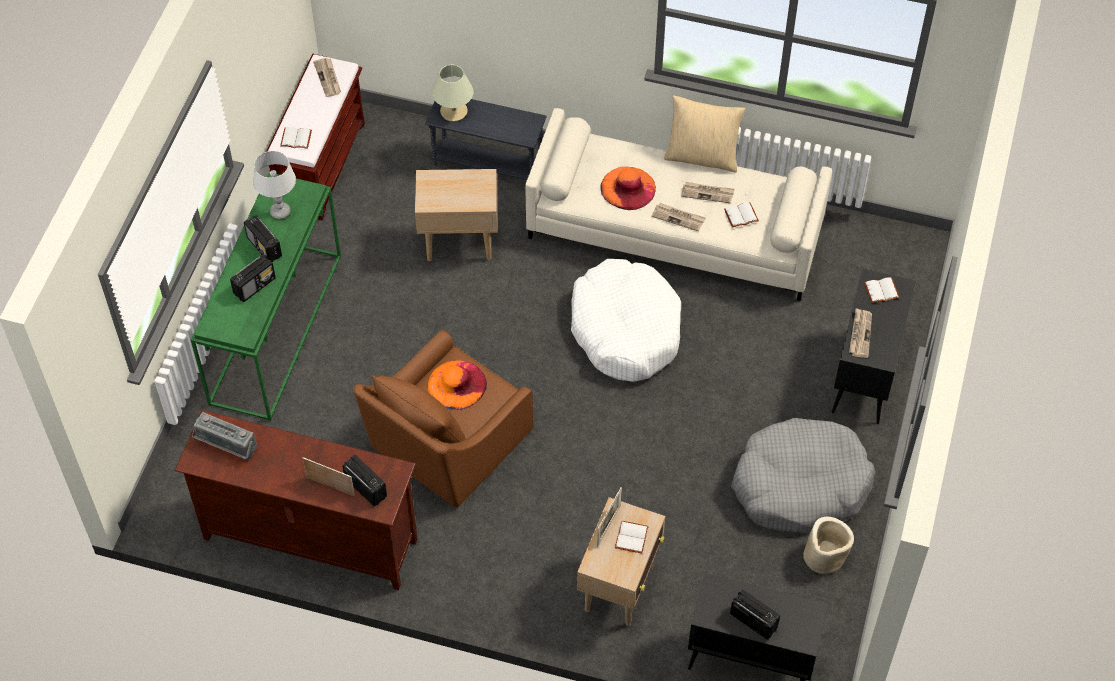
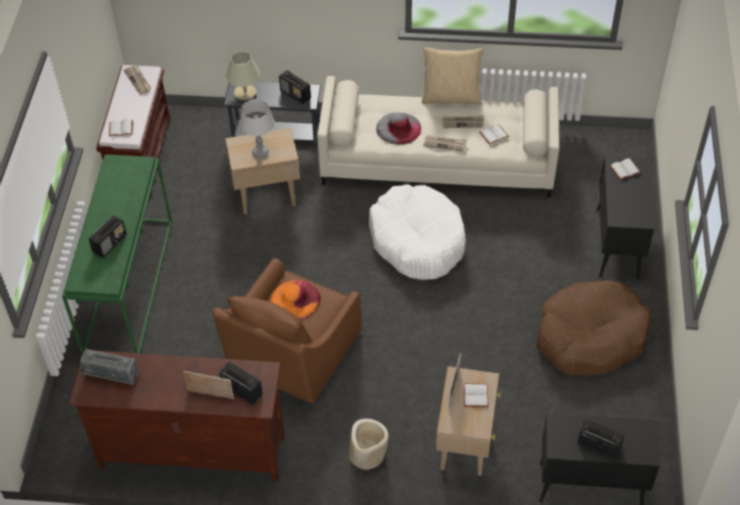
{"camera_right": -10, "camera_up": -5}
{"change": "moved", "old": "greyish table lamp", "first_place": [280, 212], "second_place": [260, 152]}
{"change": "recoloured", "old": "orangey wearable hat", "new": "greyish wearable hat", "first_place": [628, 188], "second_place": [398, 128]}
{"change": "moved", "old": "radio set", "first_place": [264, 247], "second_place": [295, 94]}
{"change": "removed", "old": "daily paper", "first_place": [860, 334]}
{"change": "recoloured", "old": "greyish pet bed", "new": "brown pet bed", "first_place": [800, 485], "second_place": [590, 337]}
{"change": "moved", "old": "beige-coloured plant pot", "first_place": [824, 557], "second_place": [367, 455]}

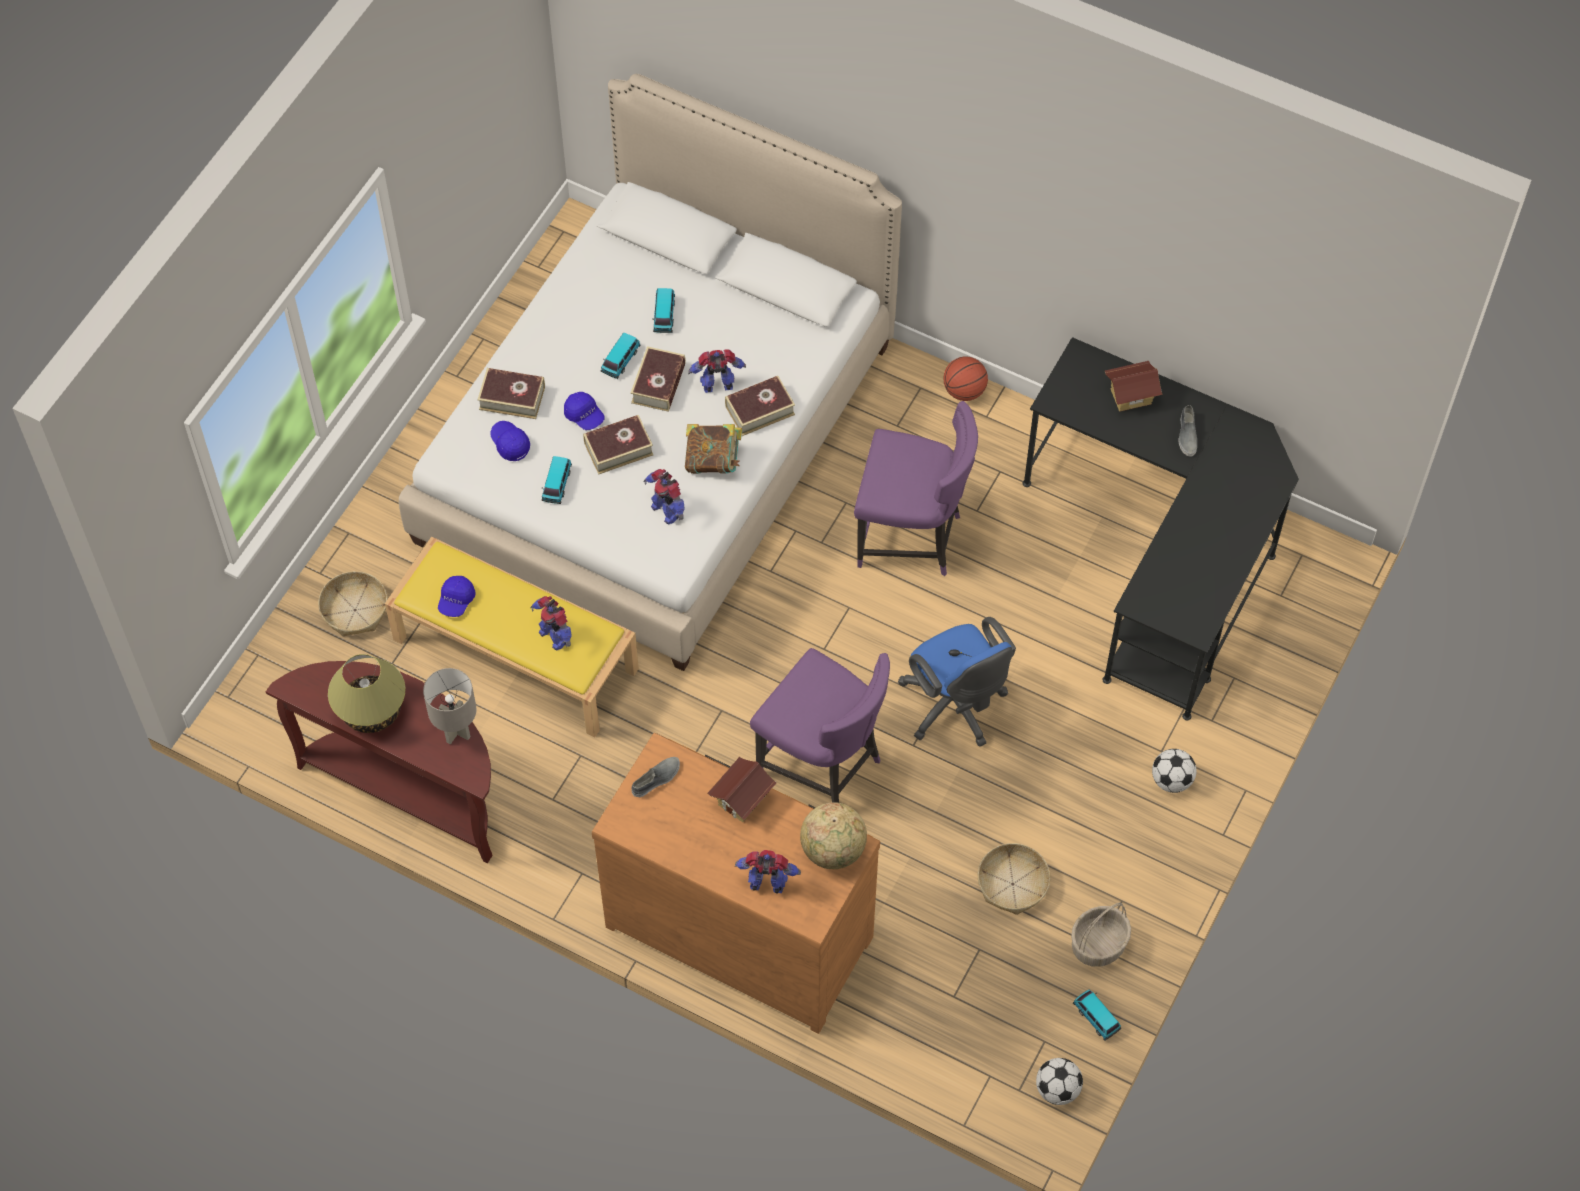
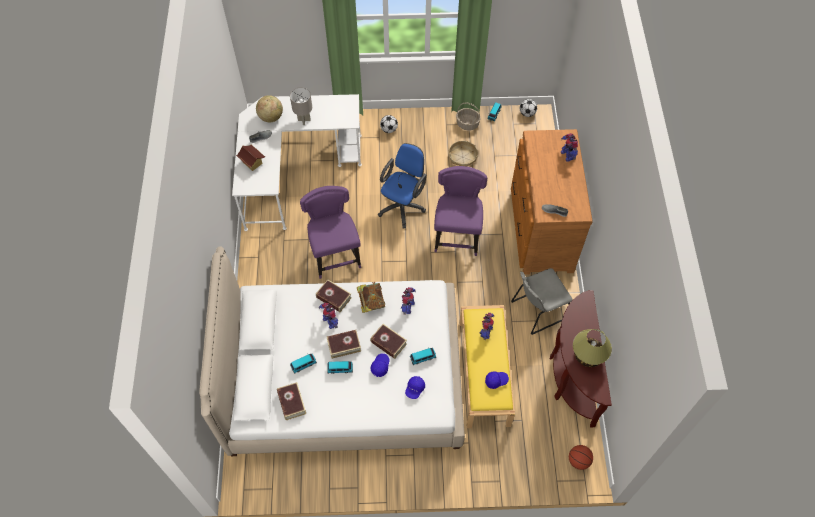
{"camera_right": -120, "camera_up": 0}
{"change": "recoloured", "old": "black desk table", "new": "whitish desk table", "first_place": [1162, 554], "second_place": [292, 170]}
{"change": "moved", "old": "basketball", "first_place": [964, 391], "second_place": [578, 460]}
{"change": "moved", "old": "volume", "first_place": [512, 398], "second_place": [291, 403]}
{"change": "removed", "old": "basket", "first_place": [355, 610]}
{"change": "moved", "old": "greyish table lamp", "first_place": [456, 731], "second_place": [304, 120]}
{"change": "removed", "old": "model house", "first_place": [742, 800]}
{"change": "moved", "old": "globe", "first_place": [833, 850], "second_place": [271, 117]}
{"change": "added", "new": "greyish plain chair", "second_place": [538, 310]}

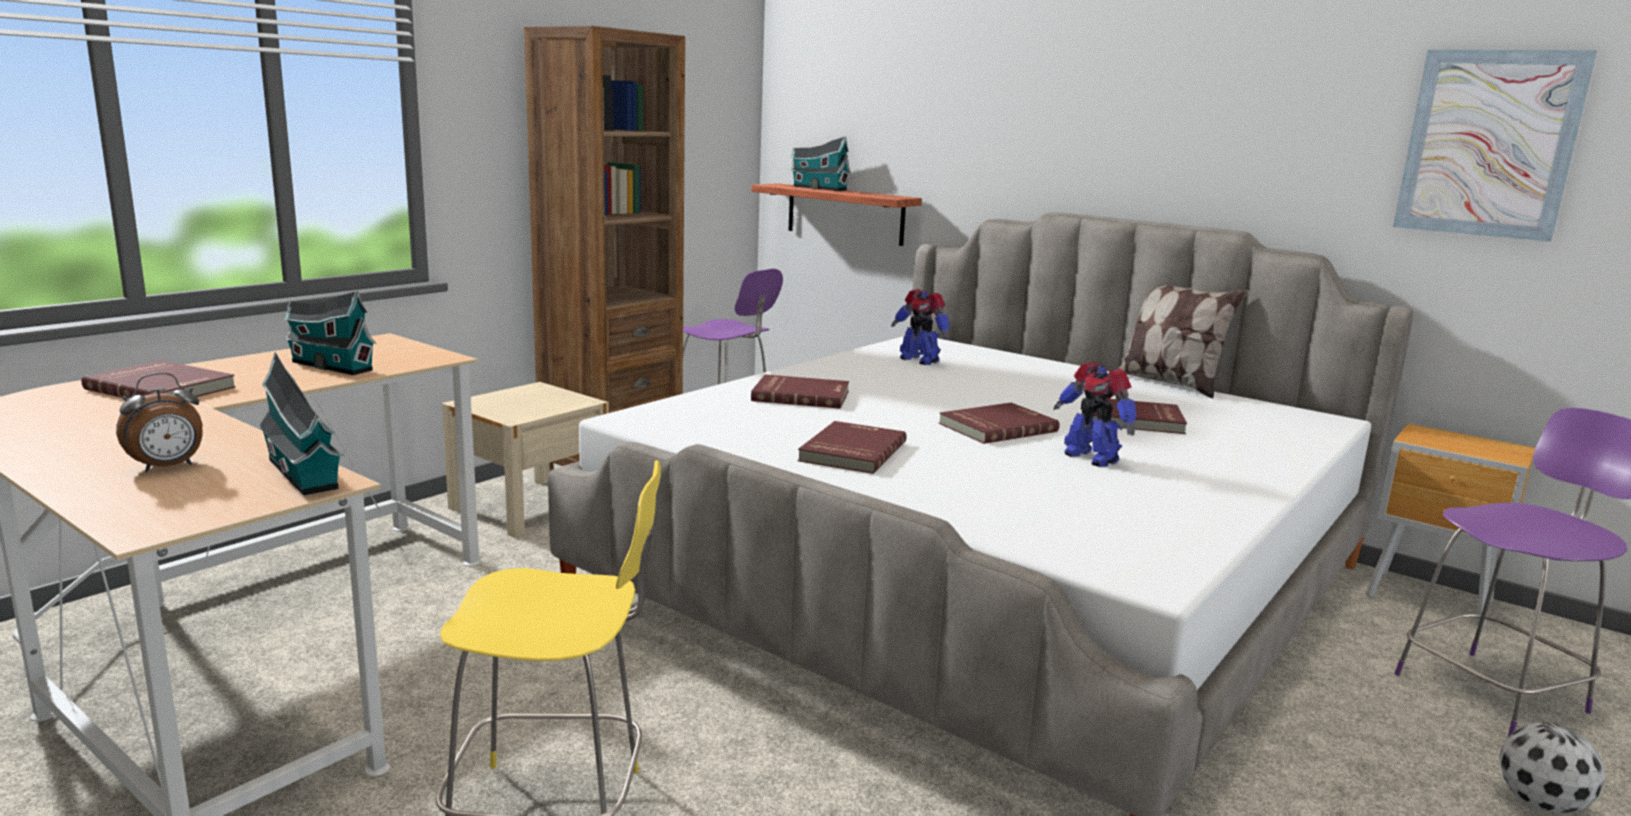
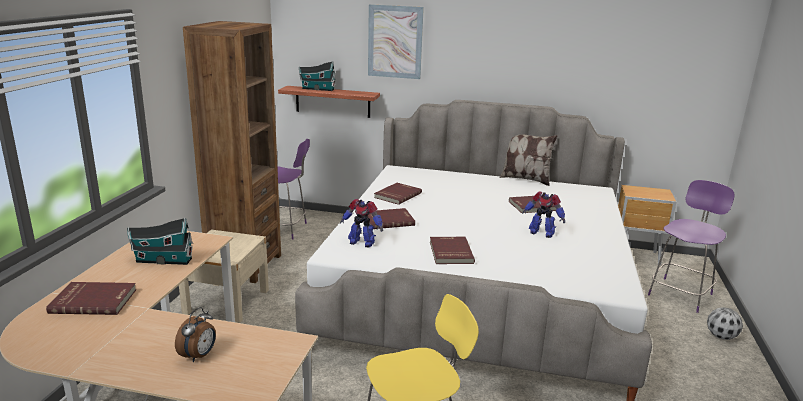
{"camera_right": -25, "camera_up": 5}
{"change": "moved", "old": "wall art", "first_place": [1489, 144], "second_place": [395, 42]}
{"change": "moved", "old": "toy robot", "first_place": [919, 360], "second_place": [362, 242]}
{"change": "removed", "old": "model house", "first_place": [304, 475]}
{"change": "moved", "old": "red-coloured volume", "first_place": [996, 427], "second_place": [397, 195]}

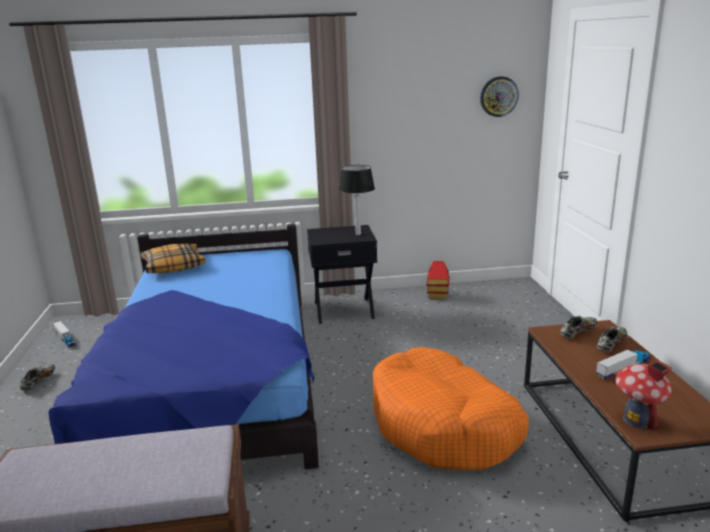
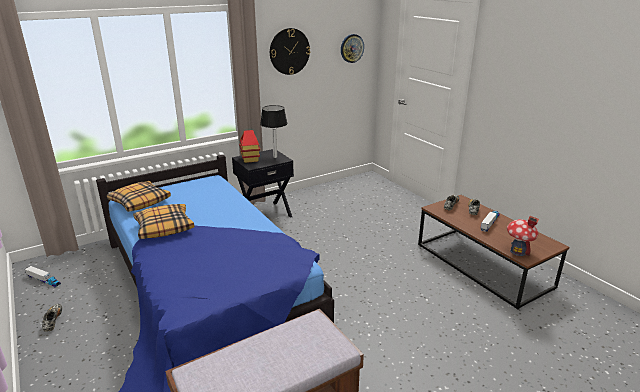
{"camera_right": -25, "camera_up": 5}
{"change": "moved", "old": "model house", "first_place": [437, 295], "second_place": [250, 159]}
{"change": "removed", "old": "orangey pet bed", "first_place": [444, 425]}
{"change": "added", "new": "hanging clock", "second_place": [289, 51]}
{"change": "added", "new": "throw pillow", "second_place": [164, 227]}

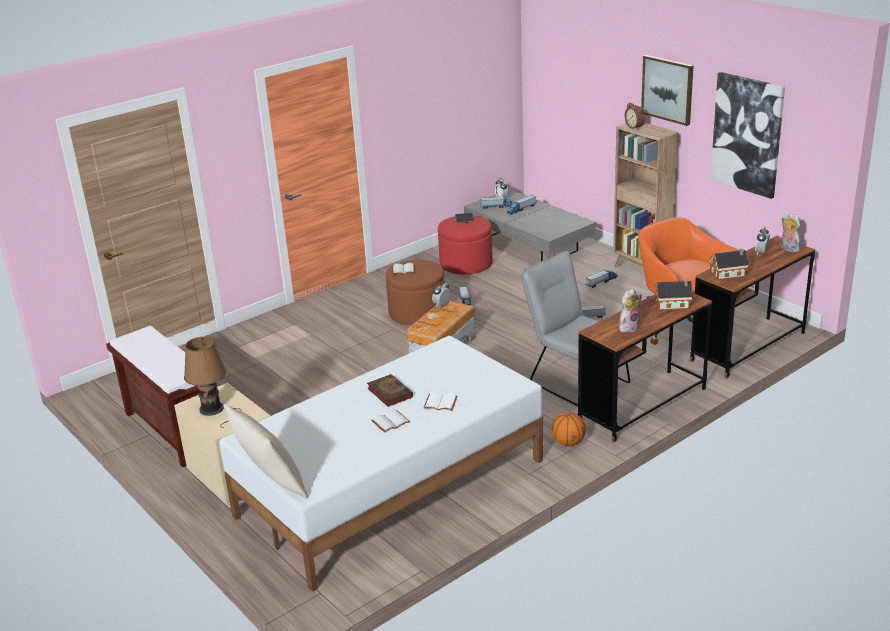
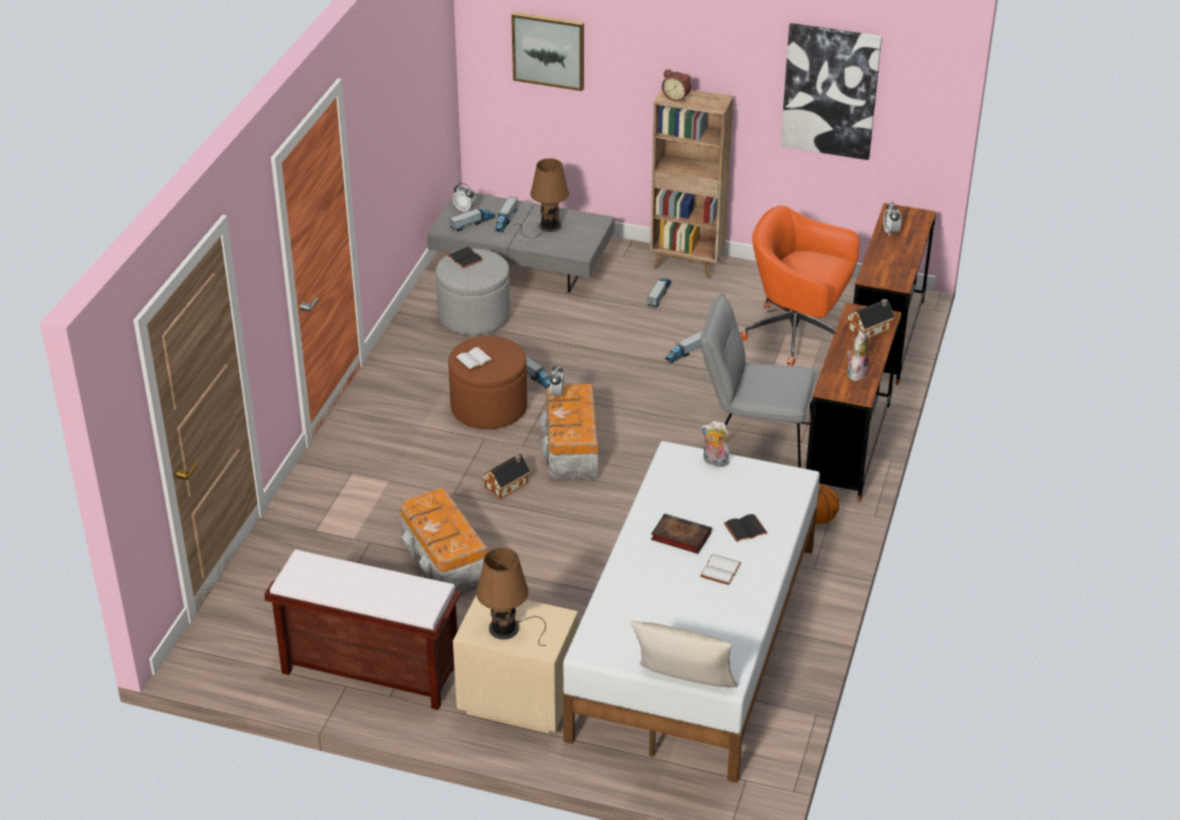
{"camera_right": -35, "camera_up": 10}
{"change": "moved", "old": "wall art", "first_place": [668, 89], "second_place": [548, 50]}
{"change": "moved", "old": "plush toy", "first_place": [788, 249], "second_place": [714, 462]}
{"change": "recoloured", "old": "red-coloured footrest", "new": "greyish footrest", "first_place": [466, 264], "second_place": [474, 316]}
{"change": "moved", "old": "model house", "first_place": [729, 274], "second_place": [508, 484]}
{"change": "recoloured", "old": "whitish volume", "new": "black volume", "first_place": [441, 402], "second_place": [745, 528]}
{"change": "added", "new": "brown table lamp", "second_place": [547, 226]}
{"change": "added", "new": "storage container", "second_place": [444, 562]}

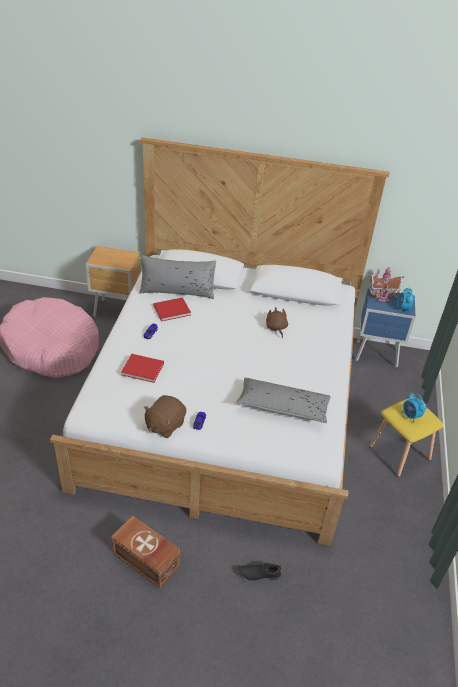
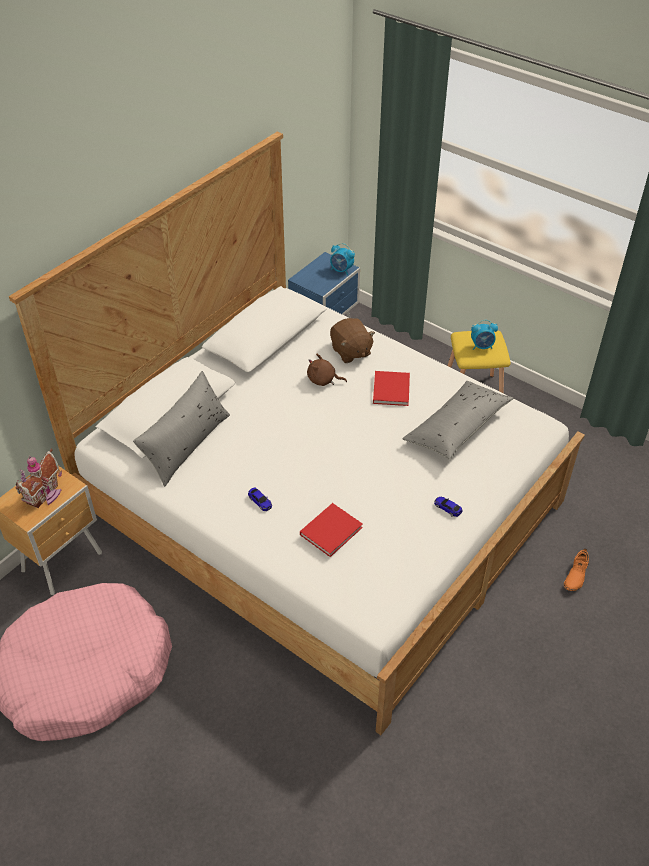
{"camera_right": -60, "camera_up": 5}
{"change": "moved", "old": "model house", "first_place": [381, 297], "second_place": [45, 495]}
{"change": "moved", "old": "red-coloured volume", "first_place": [173, 310], "second_place": [391, 388]}
{"change": "moved", "old": "brown plush toy", "first_place": [164, 425], "second_place": [350, 351]}
{"change": "removed", "old": "brown storage container", "first_place": [146, 560]}
{"change": "recoloured", "old": "black low shoe", "new": "orangey low shoe", "first_place": [259, 573], "second_place": [575, 575]}

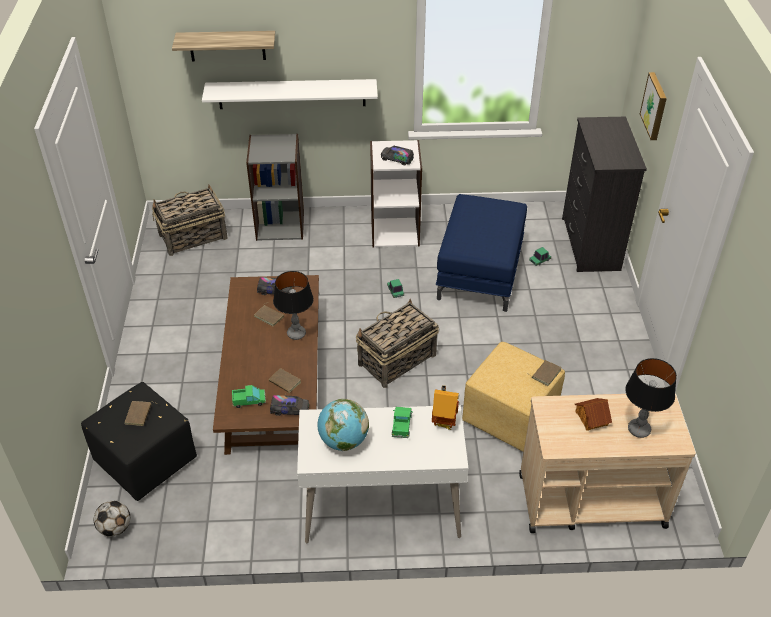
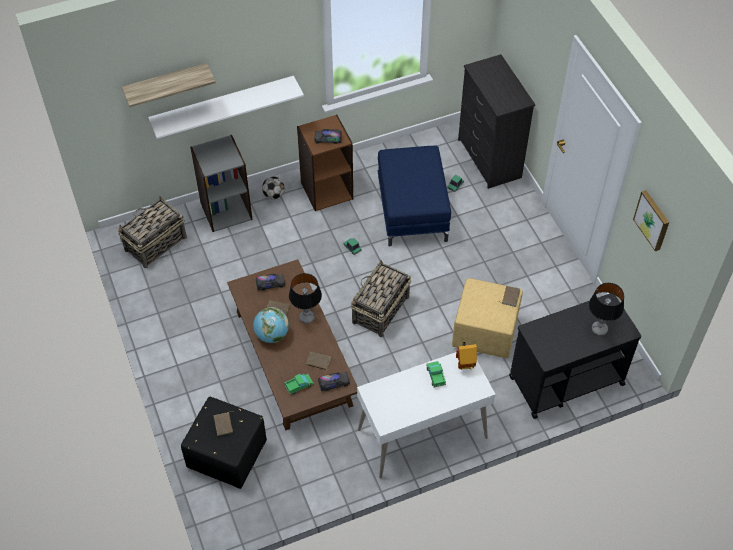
{"camera_right": -20, "camera_up": 10}
{"change": "moved", "old": "wall art", "first_place": [655, 106], "second_place": [653, 220]}
{"change": "recoloured", "old": "whitish shelving unit", "new": "brown shelving unit", "first_place": [395, 231], "second_place": [326, 190]}
{"change": "recoloured", "old": "beige-coloured trolley", "new": "black trolley", "first_place": [590, 500], "second_place": [565, 380]}
{"change": "removed", "old": "model house", "first_place": [591, 418]}
{"change": "moved", "old": "globe", "first_place": [343, 441], "second_place": [272, 335]}
{"change": "moved", "old": "football ball", "first_place": [115, 528], "second_place": [274, 195]}

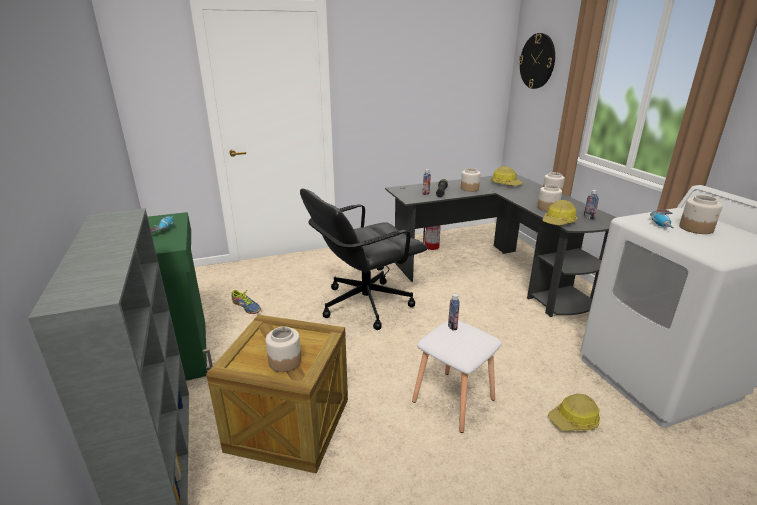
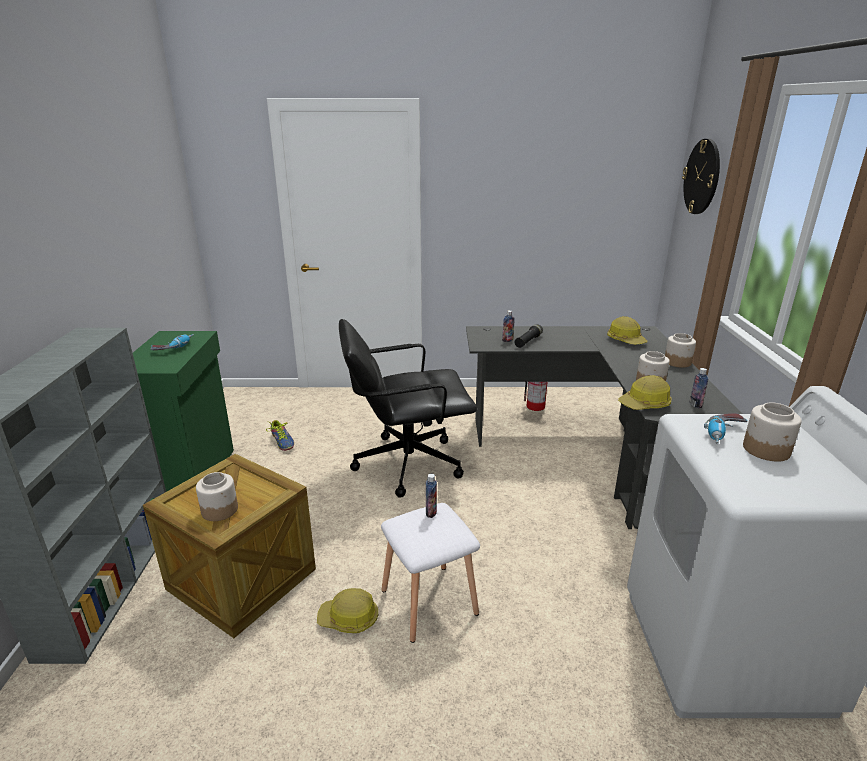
{"camera_right": 20, "camera_up": 0}
{"change": "removed", "old": "preserve jar", "first_place": [469, 188]}
{"change": "moved", "old": "safety helmet", "first_place": [574, 420], "second_place": [349, 619]}

